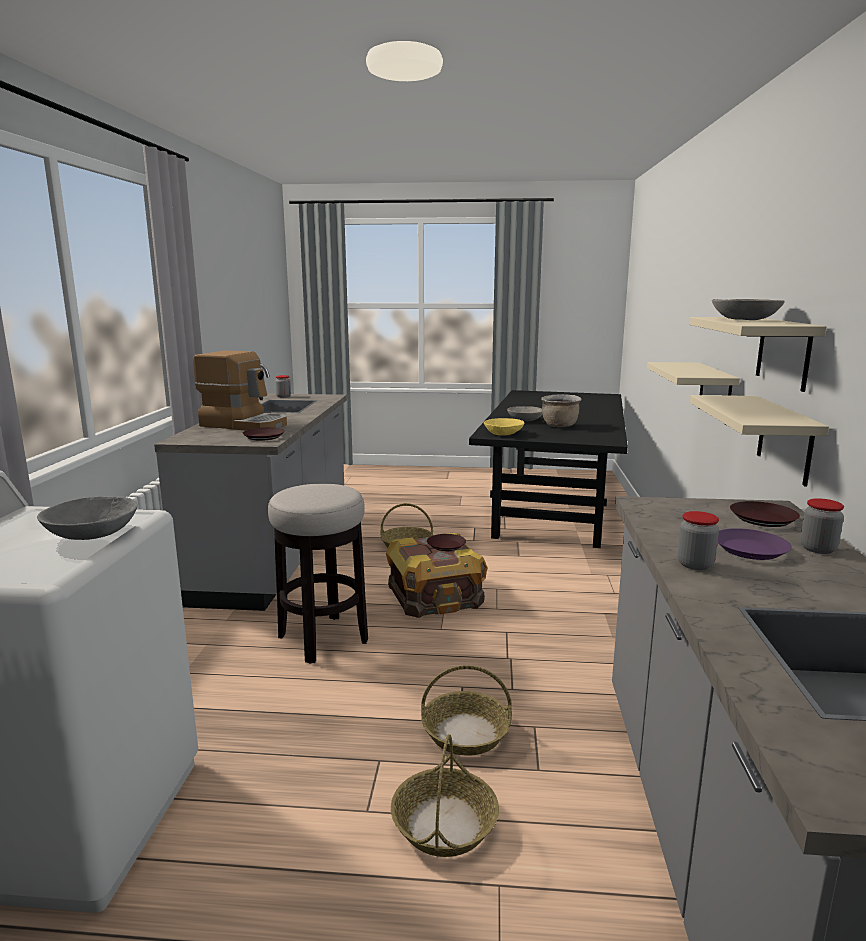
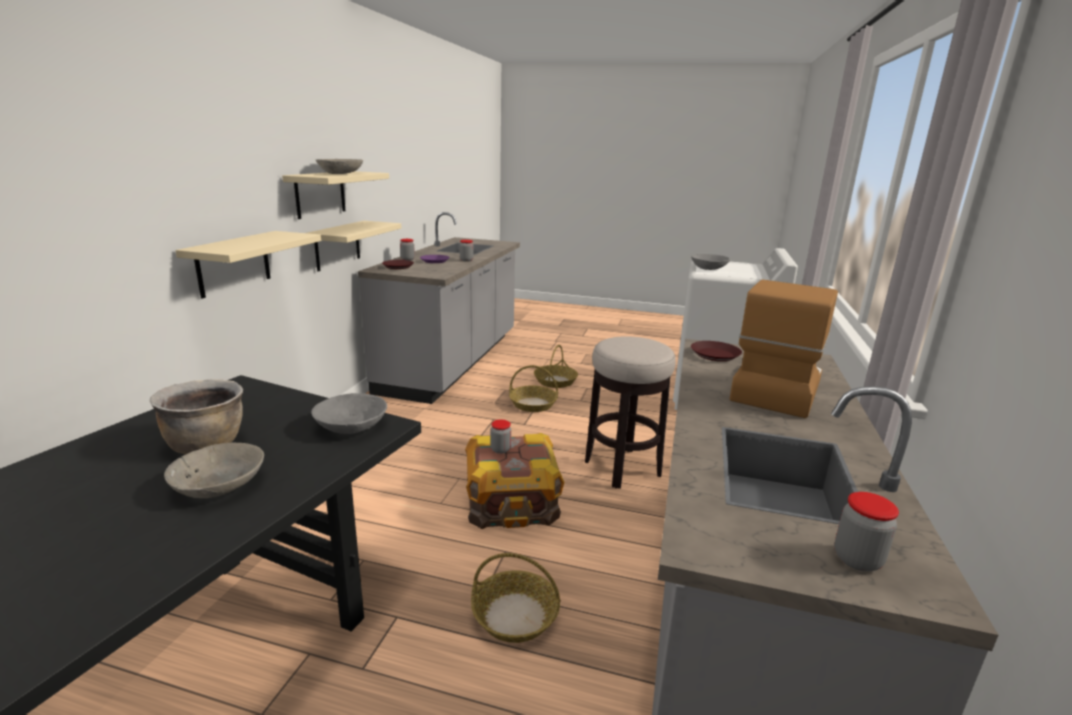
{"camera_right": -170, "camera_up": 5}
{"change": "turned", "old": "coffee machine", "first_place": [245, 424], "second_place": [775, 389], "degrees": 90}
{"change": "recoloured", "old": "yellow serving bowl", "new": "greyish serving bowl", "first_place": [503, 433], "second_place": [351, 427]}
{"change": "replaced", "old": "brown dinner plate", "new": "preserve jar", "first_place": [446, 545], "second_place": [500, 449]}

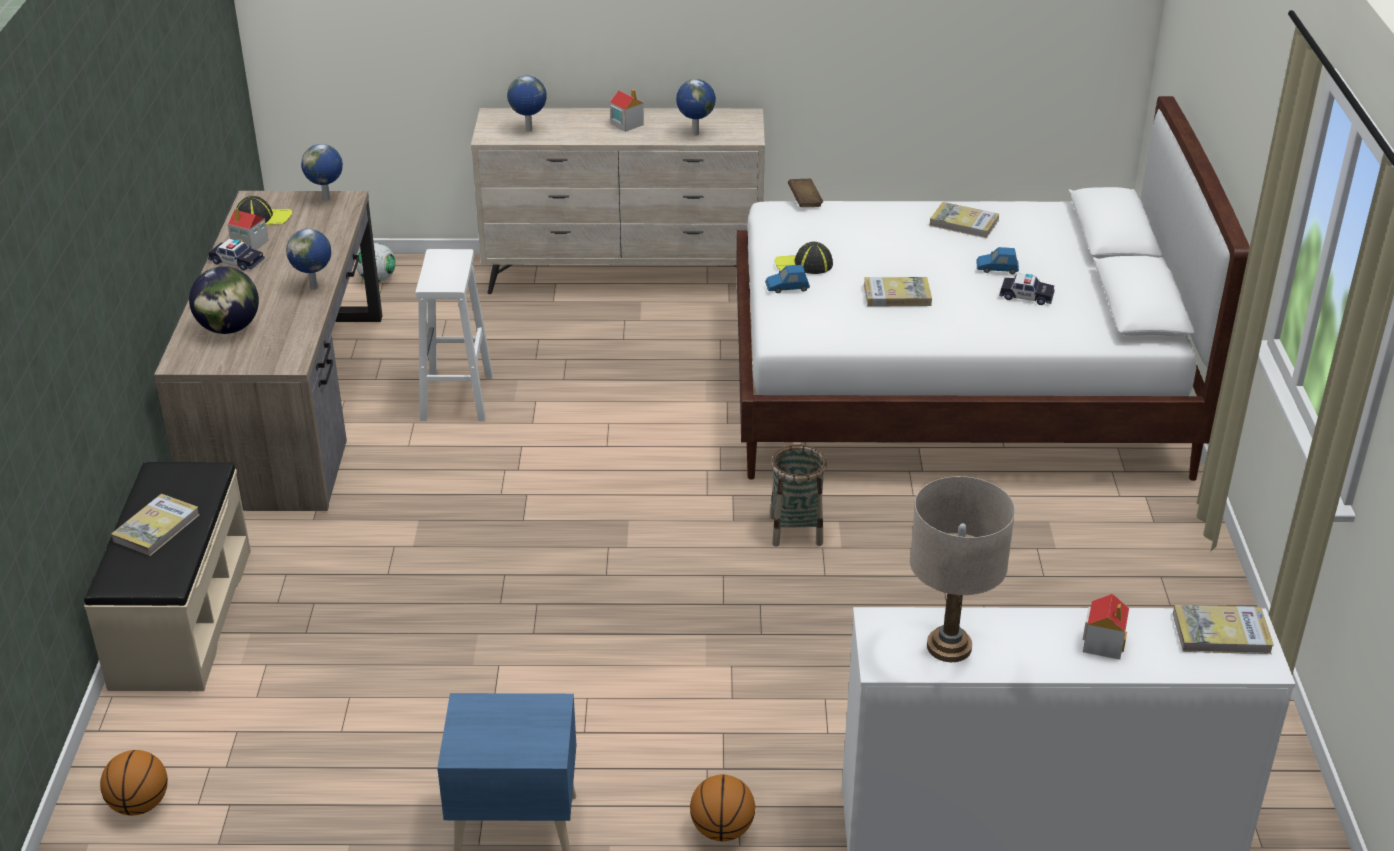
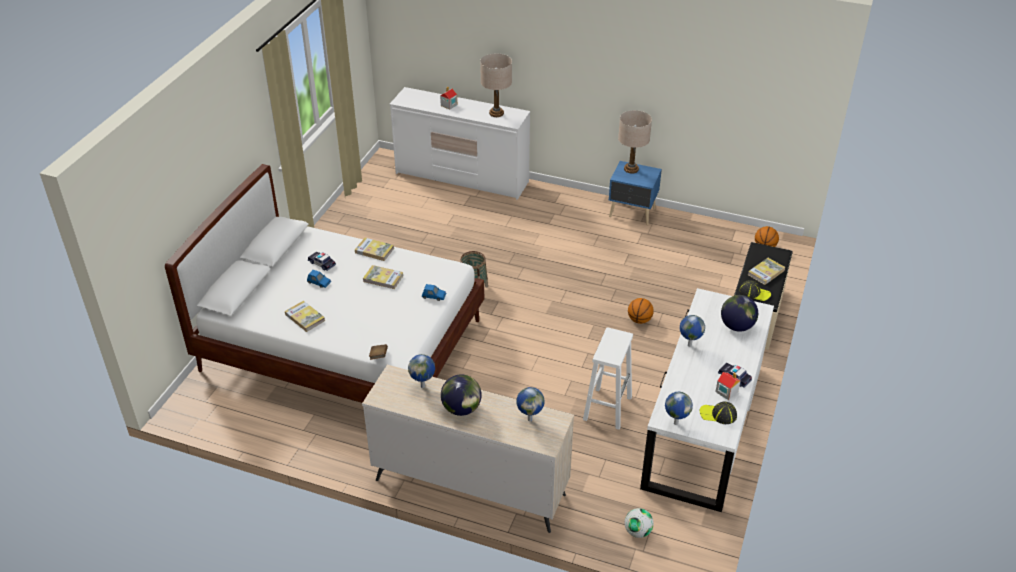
{"camera_right": -160, "camera_up": 5}
{"change": "replaced", "old": "model house", "new": "globe", "first_place": [626, 124], "second_place": [461, 409]}
{"change": "recoloured", "old": "brown desk table", "new": "whitish desk table", "first_place": [291, 407], "second_place": [703, 426]}
{"change": "moved", "old": "baseball cap", "first_place": [804, 265], "second_place": [754, 293]}
{"change": "moved", "old": "volume", "first_place": [1221, 633], "second_place": [374, 250]}
{"change": "moved", "old": "basketball", "first_place": [721, 830], "second_place": [639, 320]}
{"change": "added", "new": "beige-coloured table lamp", "second_place": [631, 169]}

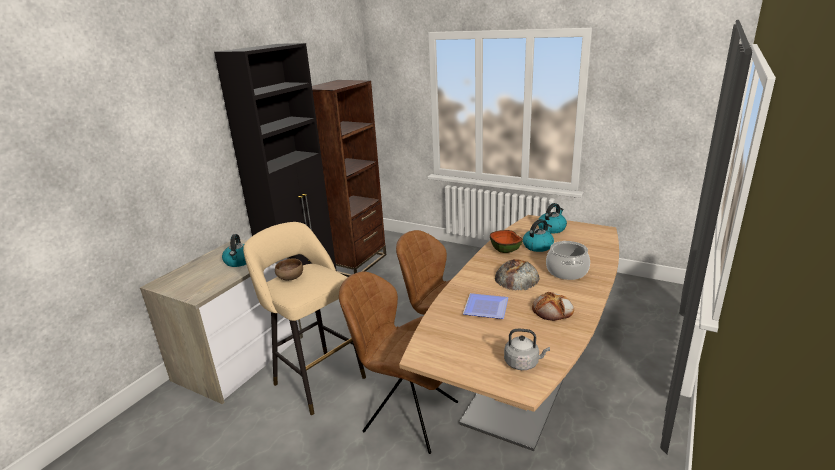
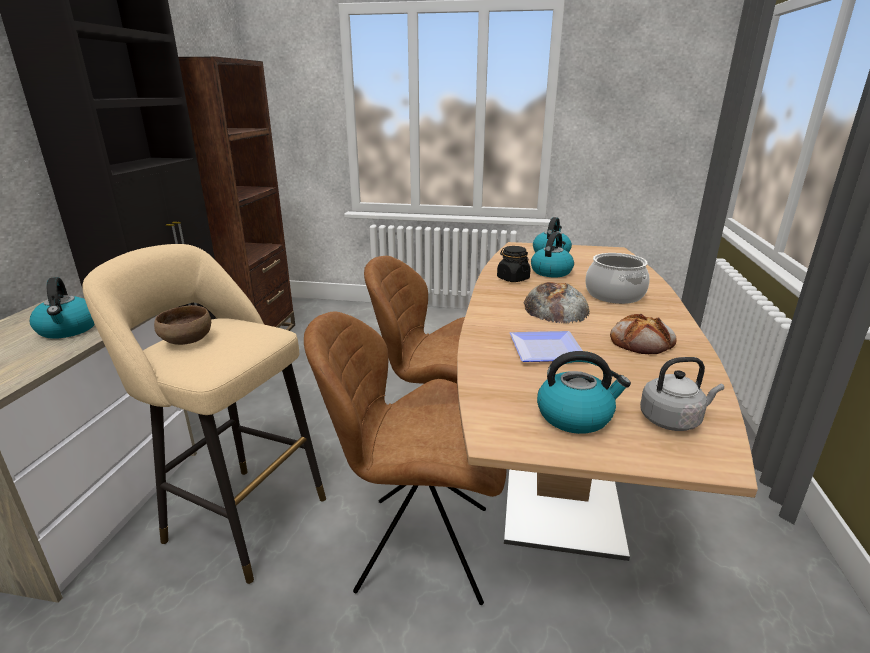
{"camera_right": -20, "camera_up": 0}
{"change": "replaced", "old": "serving bowl", "new": "black preserve jar", "first_place": [505, 250], "second_place": [512, 278]}
{"change": "added", "new": "tea kettle", "second_place": [575, 416]}

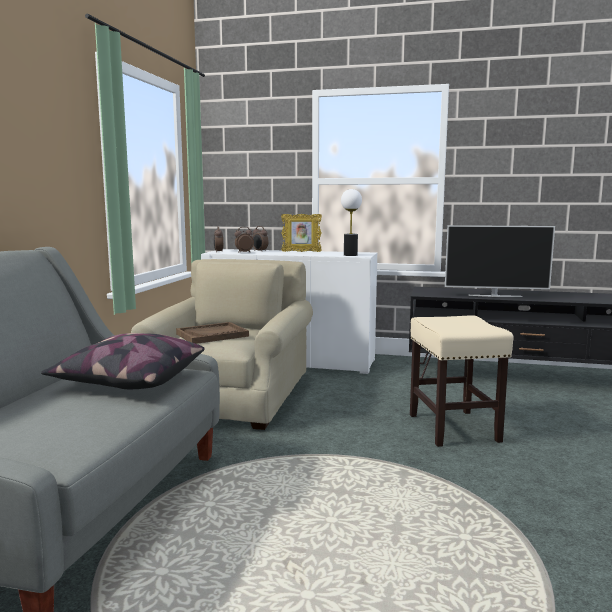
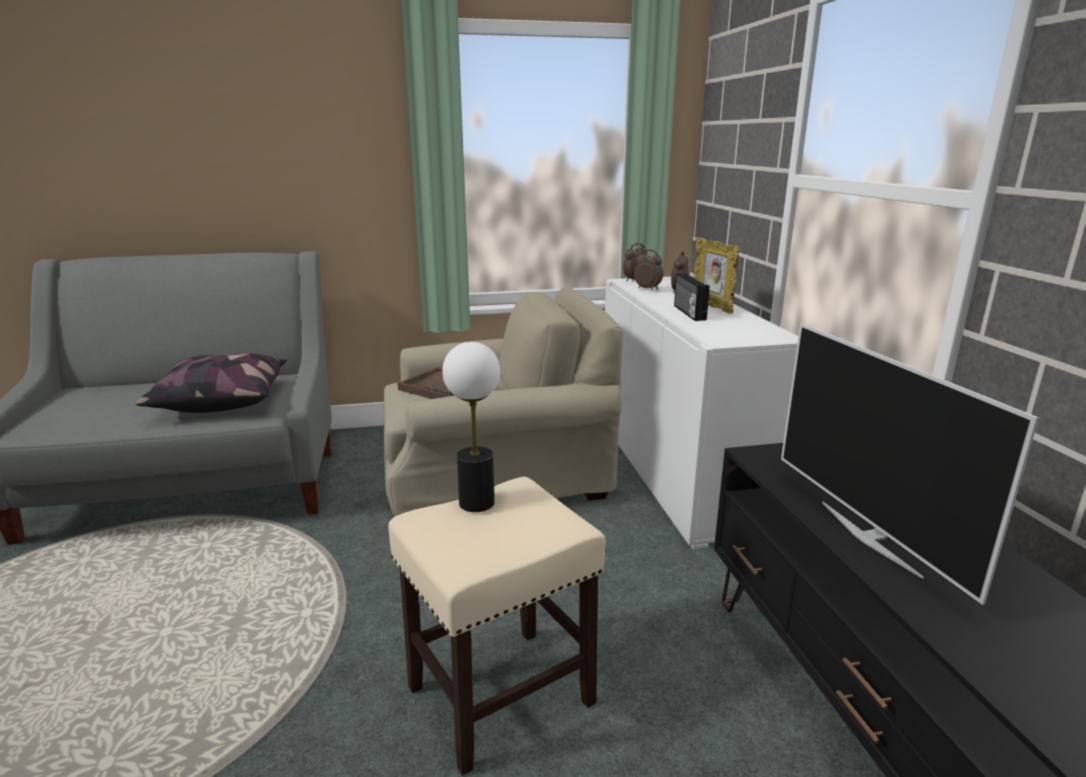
{"camera_right": 65, "camera_up": 10}
{"change": "moved", "old": "table lamp", "first_place": [350, 255], "second_place": [477, 502]}
{"change": "added", "new": "radio set", "second_place": [688, 313]}

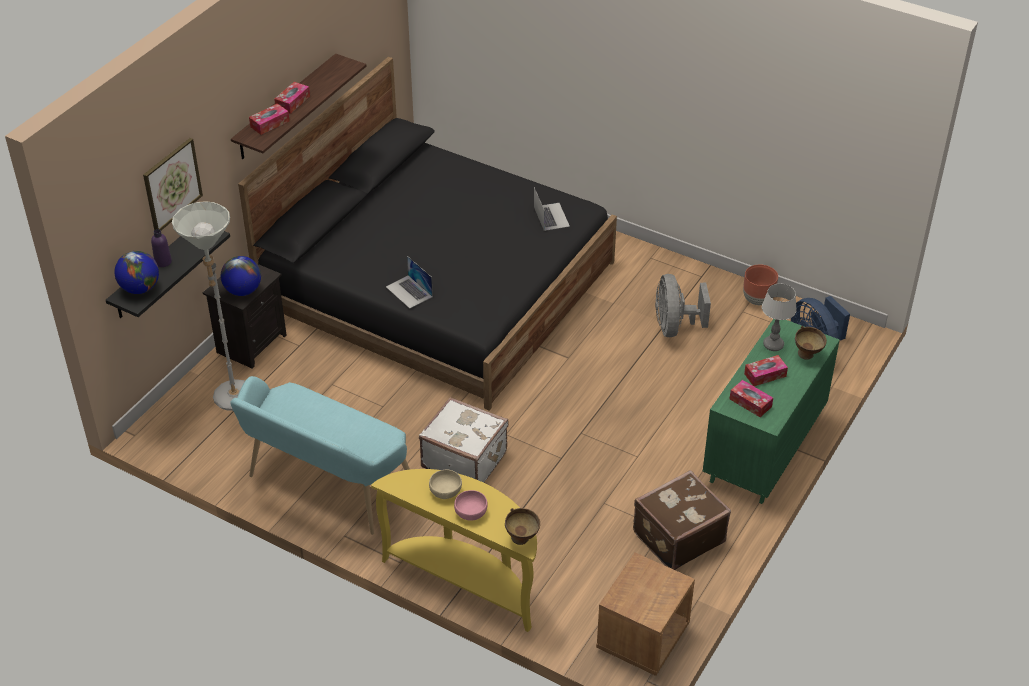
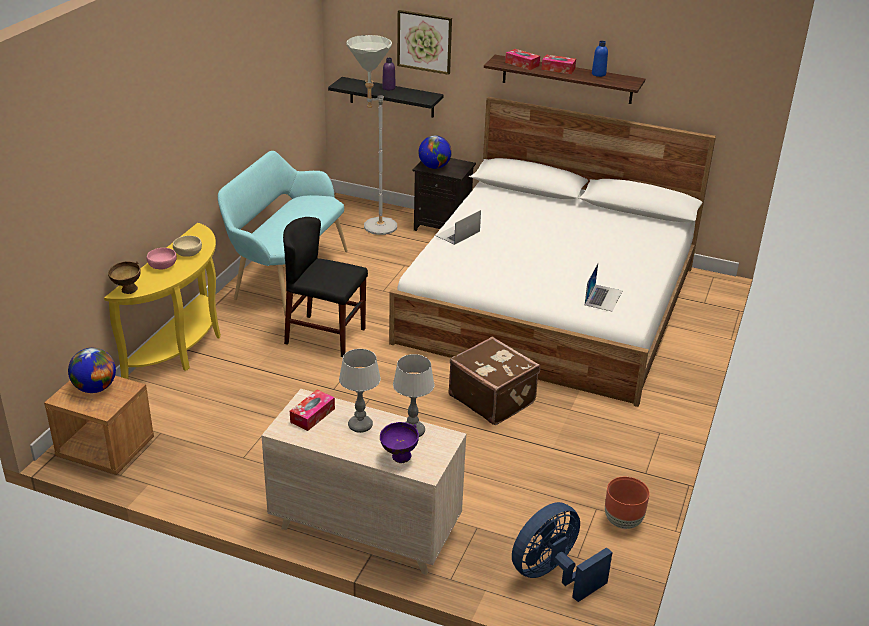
{"camera_right": 80, "camera_up": -10}
{"change": "recoloured", "old": "black sleeping bed", "new": "whitish sleeping bed", "first_place": [438, 286], "second_place": [550, 304]}
{"change": "turned", "old": "notebook computer", "first_place": [551, 216], "second_place": [603, 297], "degrees": -45}
{"change": "moved", "old": "globe", "first_place": [140, 288], "second_place": [95, 388]}
{"change": "removed", "old": "greyish fan", "first_place": [674, 327]}
{"change": "recoloured", "old": "green-coloured dresser", "new": "beige-coloured dresser", "first_place": [764, 450], "second_place": [364, 529]}
{"change": "recoloured", "old": "brown serving bowl", "new": "purple-coloured serving bowl", "first_place": [808, 356], "second_place": [398, 458]}
{"change": "replaced", "old": "tissue holder", "new": "table lamp", "first_place": [765, 375], "second_place": [359, 425]}
{"change": "replaced", "old": "whitish suitcase", "new": "black plain chair", "first_place": [464, 459], "second_place": [325, 336]}
{"change": "moved", "old": "brown suitcase", "first_place": [677, 536], "second_place": [492, 398]}
{"change": "added", "new": "blue drink bottle", "second_place": [598, 74]}

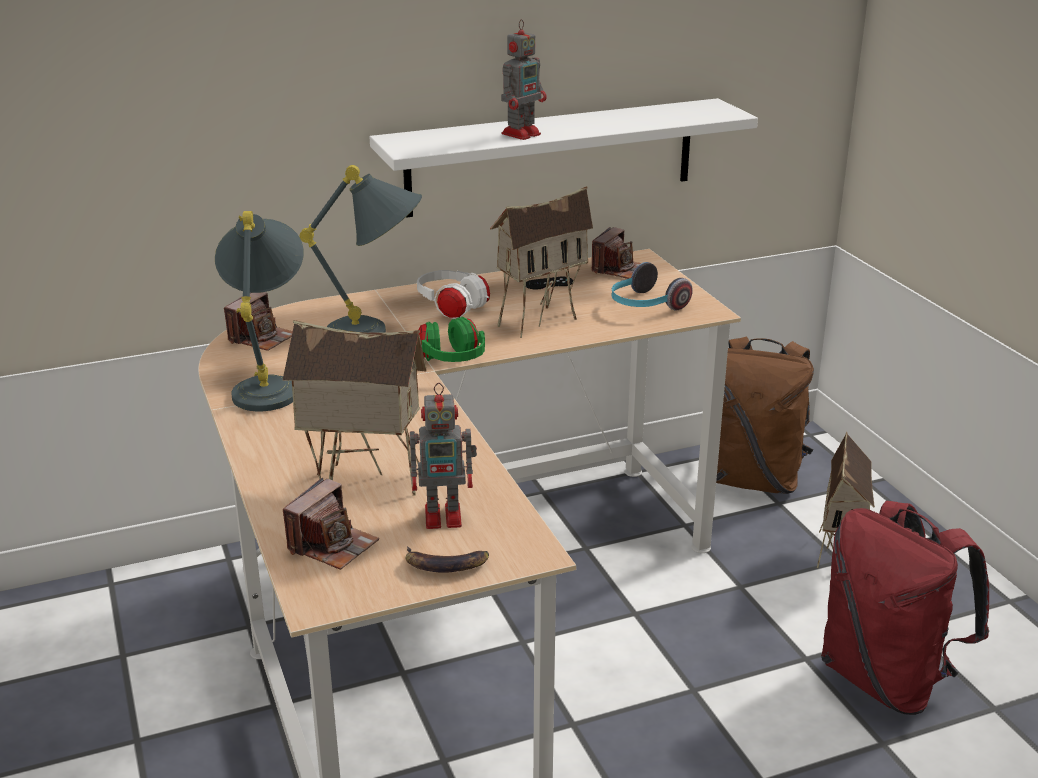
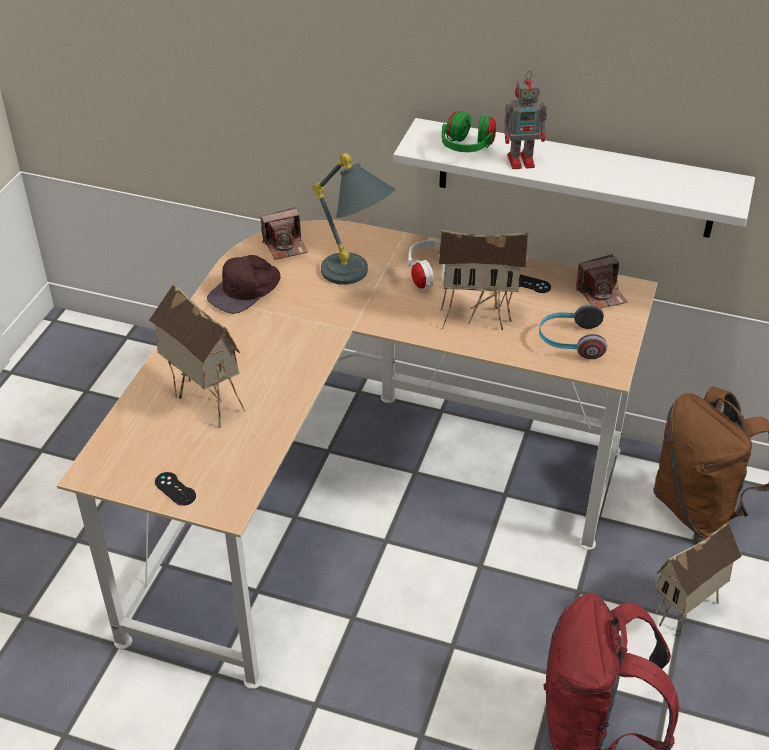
{"camera_right": 40, "camera_up": 15}
{"change": "replaced", "old": "greyish table lamp", "new": "brown baseball cap", "first_place": [270, 384], "second_place": [245, 290]}
{"change": "moved", "old": "green-coloured pair of headphones", "first_place": [452, 363], "second_place": [467, 149]}
{"change": "removed", "old": "toy robot", "first_place": [445, 516]}
{"change": "removed", "old": "photo camera", "first_place": [332, 545]}
{"change": "replaced", "old": "whole banana", "new": "black gamepad", "first_place": [445, 564], "second_place": [175, 489]}

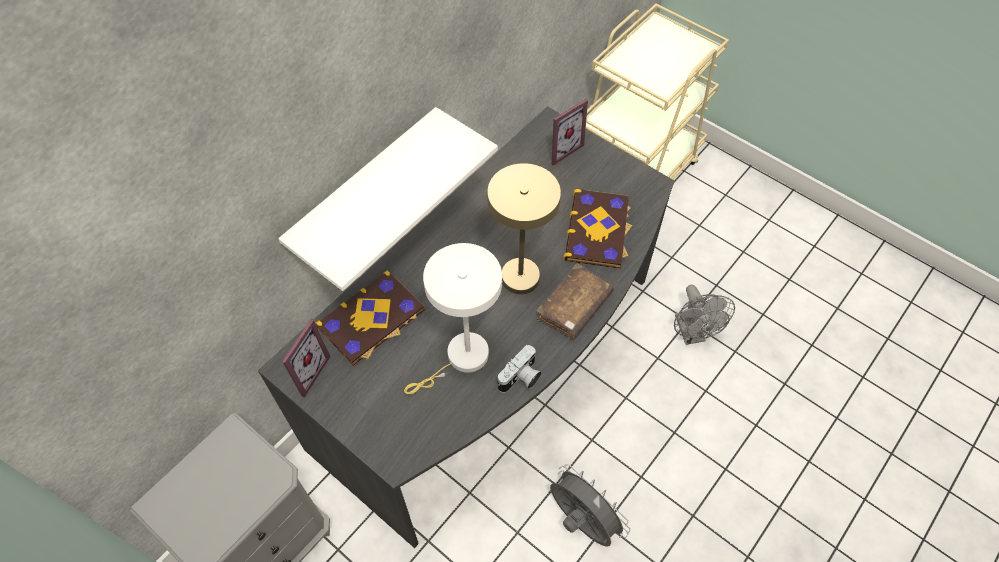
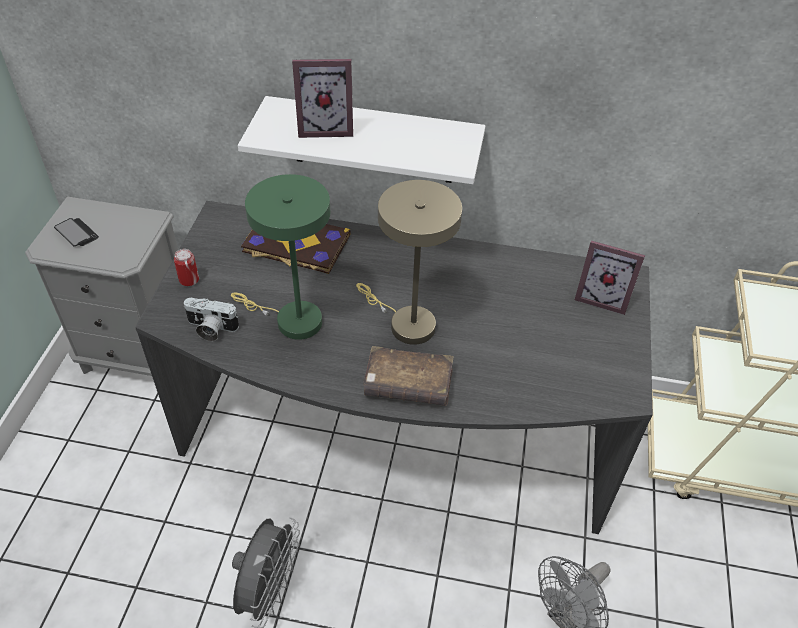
{"camera_right": 60, "camera_up": -10}
{"change": "removed", "old": "volume", "first_place": [598, 230]}
{"change": "recoloured", "old": "whitish table lamp", "new": "green-coloured table lamp", "first_place": [461, 359], "second_place": [291, 320]}
{"change": "moved", "old": "standing frame", "first_place": [305, 371], "second_place": [325, 128]}
{"change": "moved", "old": "photo camera", "first_place": [521, 378], "second_place": [210, 329]}
{"change": "added", "new": "phone", "second_place": [76, 233]}
{"change": "added", "new": "can", "second_place": [189, 280]}

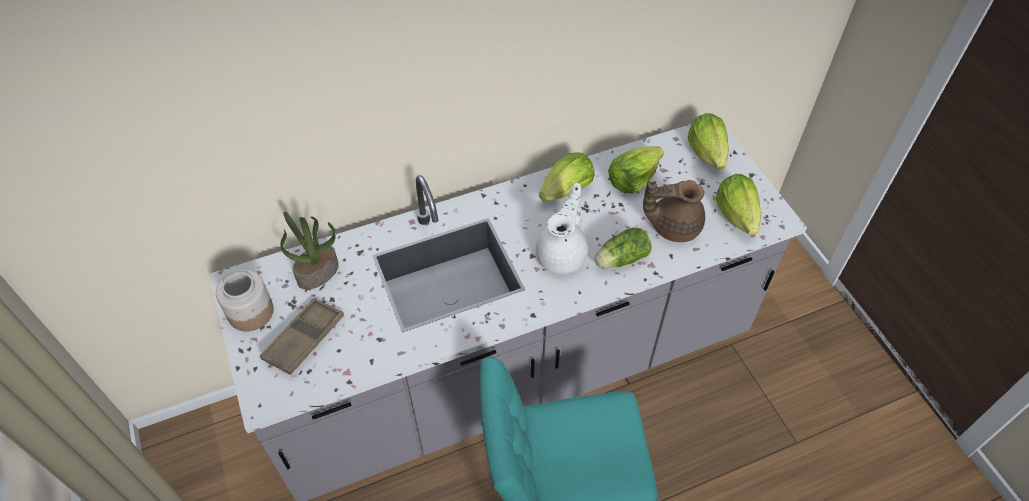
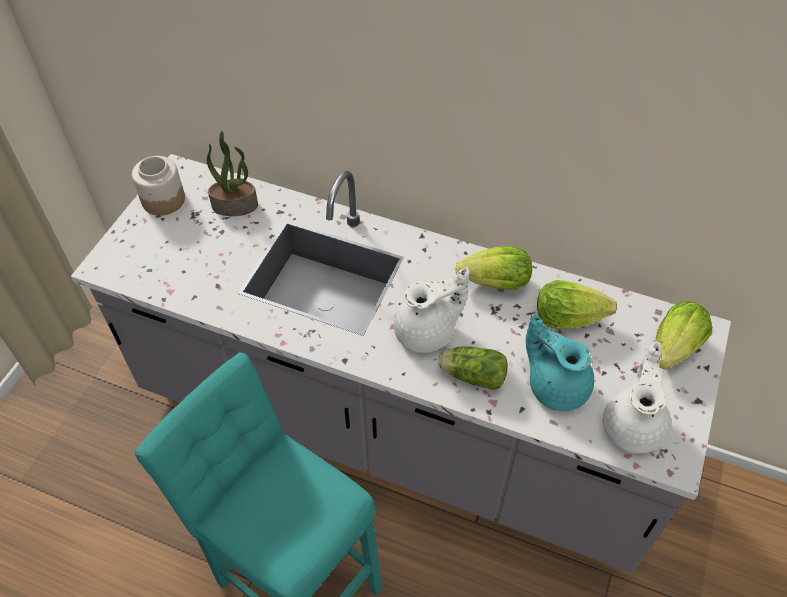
{"camera_right": 45, "camera_up": 0}
{"change": "replaced", "old": "head of lettuce", "new": "whitish tea pot", "first_place": [736, 215], "second_place": [633, 425]}
{"change": "recoloured", "old": "brown tea pot", "new": "blue-green tea pot", "first_place": [672, 226], "second_place": [556, 385]}
{"change": "removed", "old": "brown tray", "first_place": [304, 339]}

